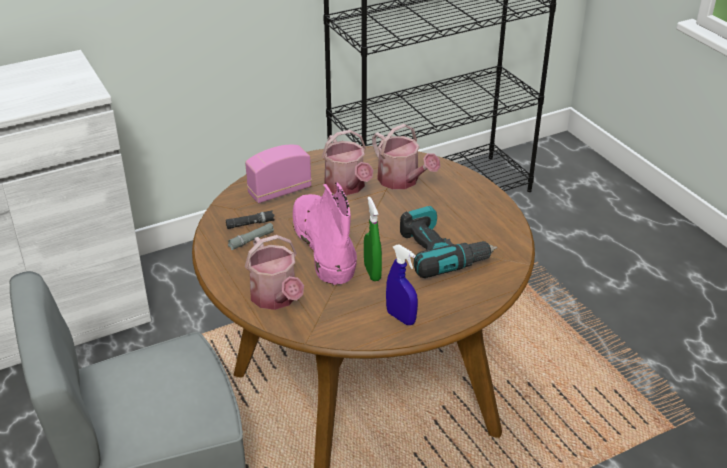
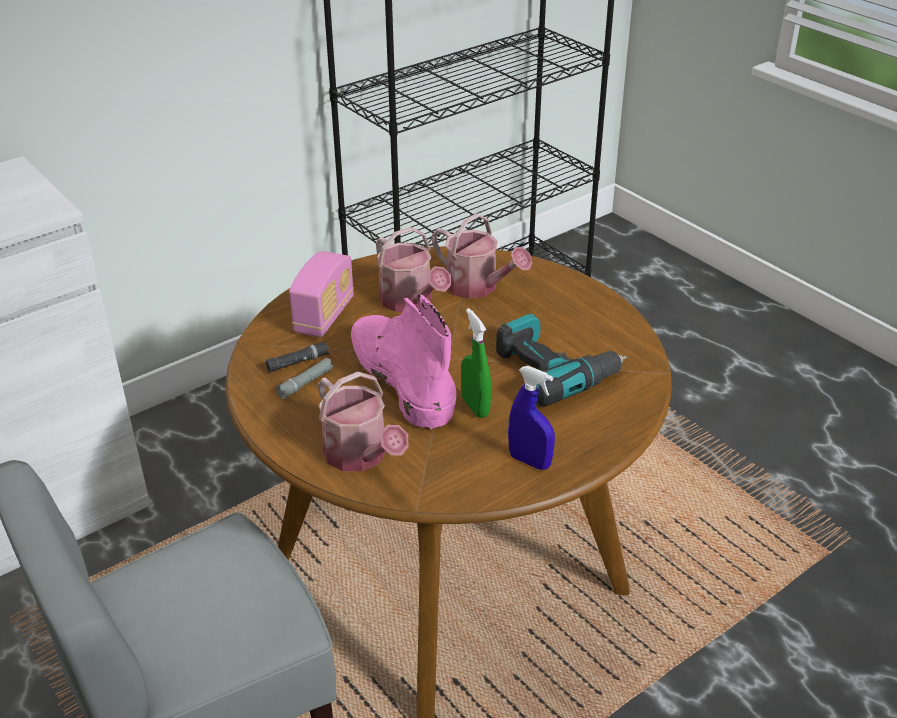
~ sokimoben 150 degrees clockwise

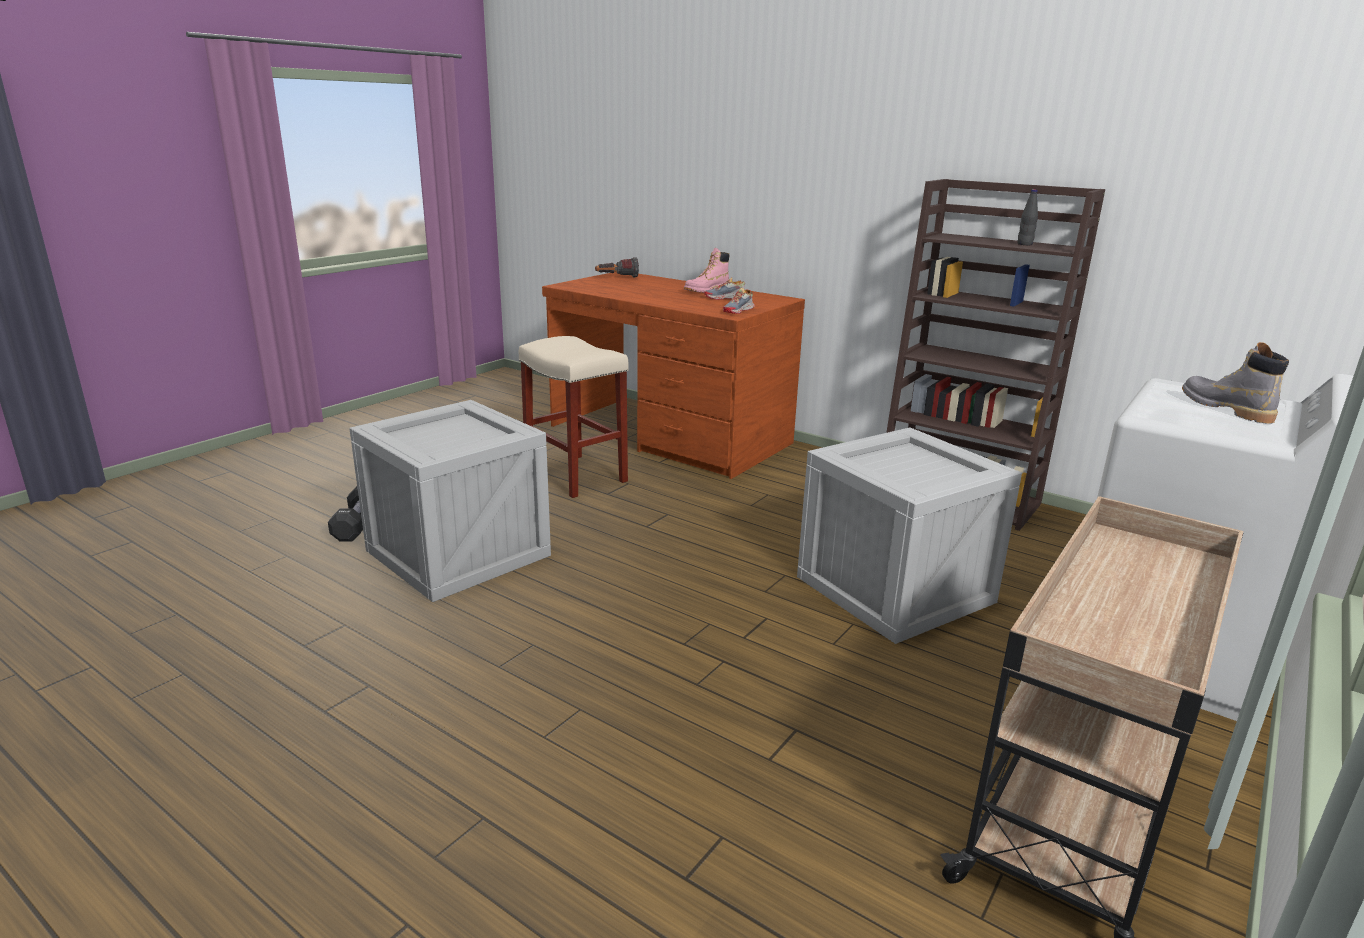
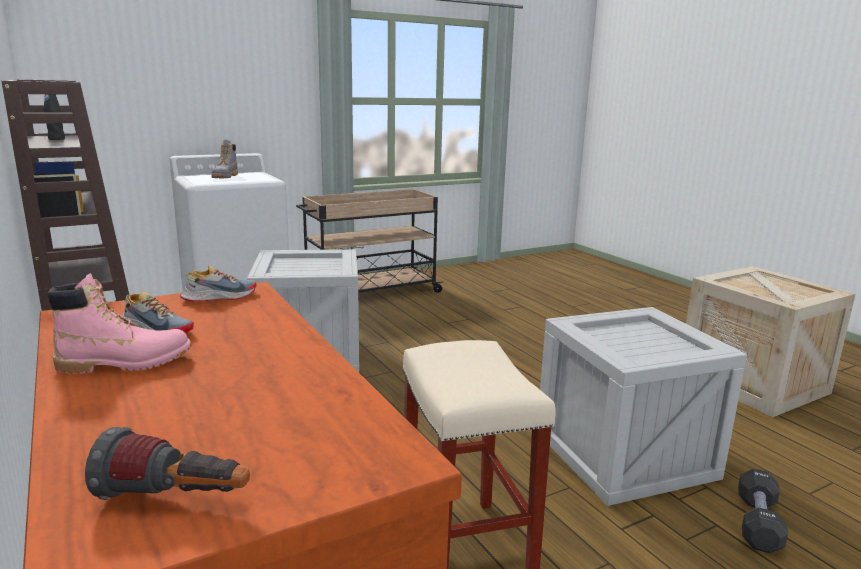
+ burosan (3rd from left)

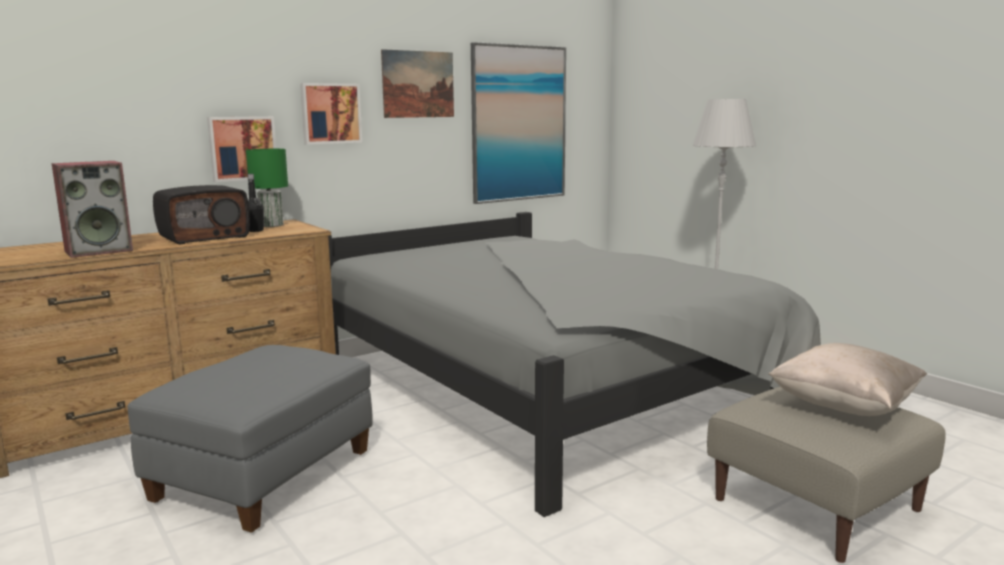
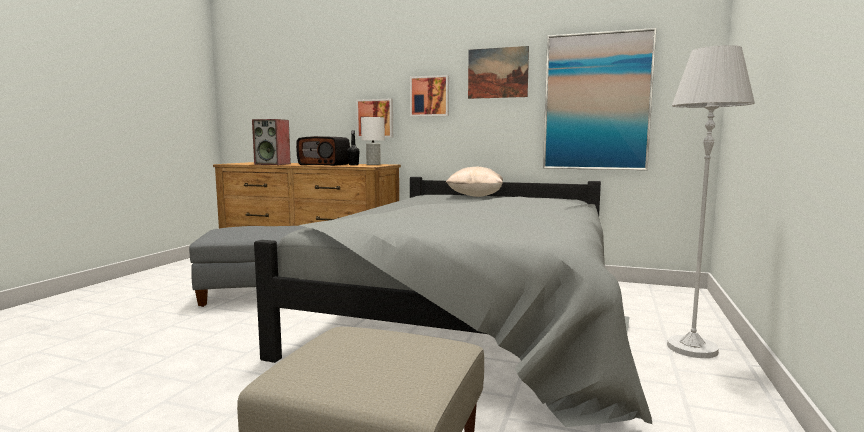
~ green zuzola to white zuzola
~ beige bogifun

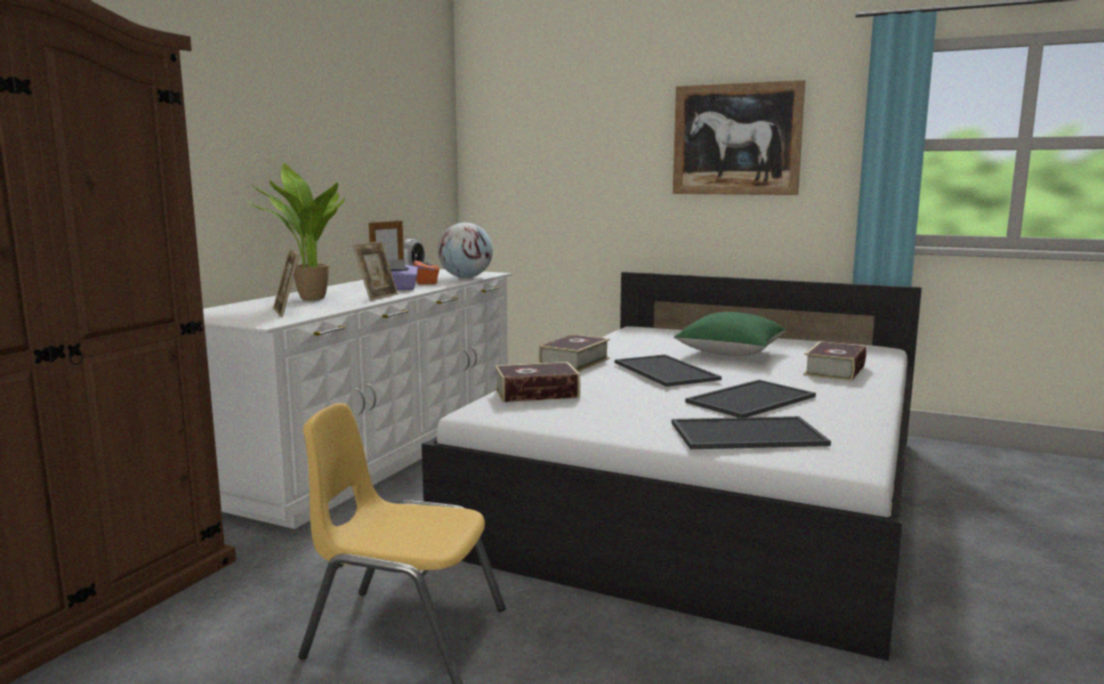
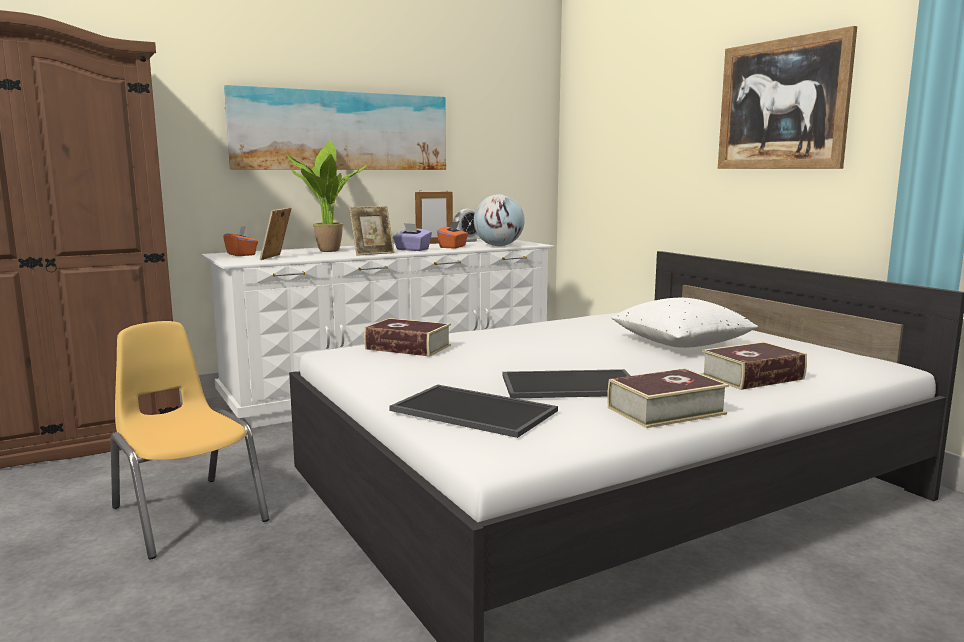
~ green bogifun to white bogifun
~ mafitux (2nd from left)
- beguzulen (1st from left)
+ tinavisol (1st from left)
+ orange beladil (1st from left)

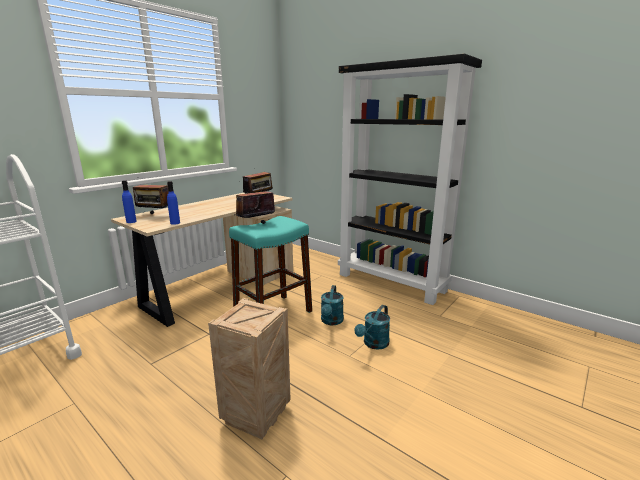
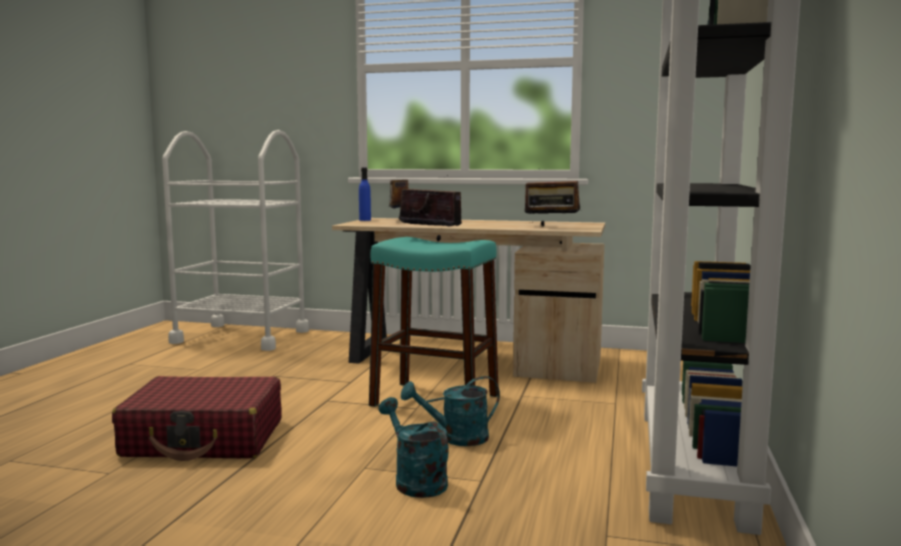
- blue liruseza (2nd from left)
~ burosan to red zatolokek
~ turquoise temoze (2nd from left in the first image) 45 degrees clockwise

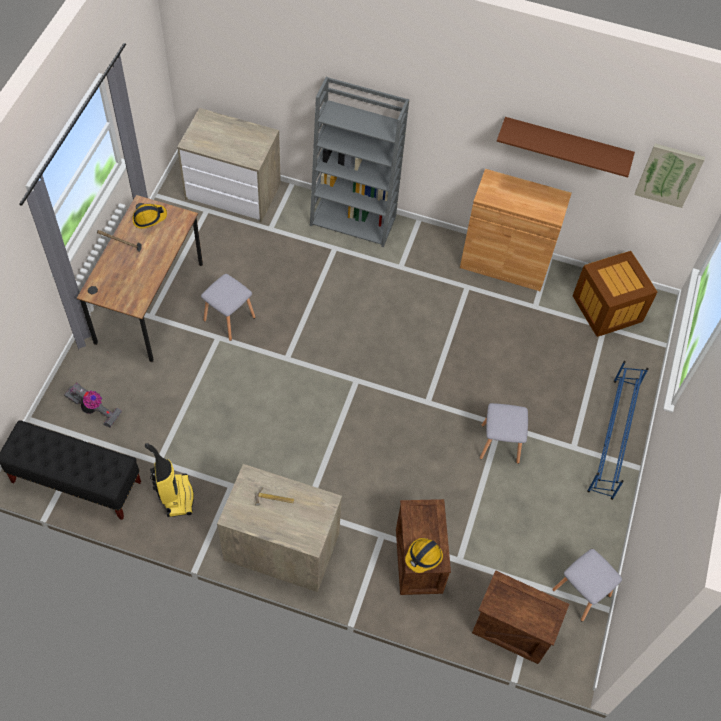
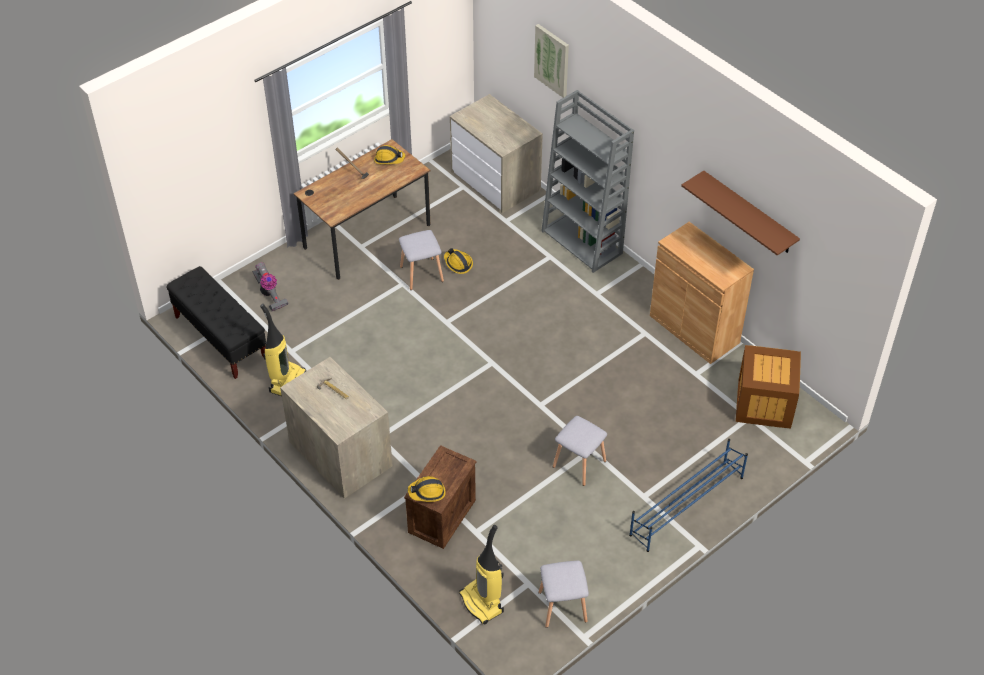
~ tinavisol
~ burosan (2nd from left) to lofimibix (3rd from left)
+ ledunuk (3rd from left)

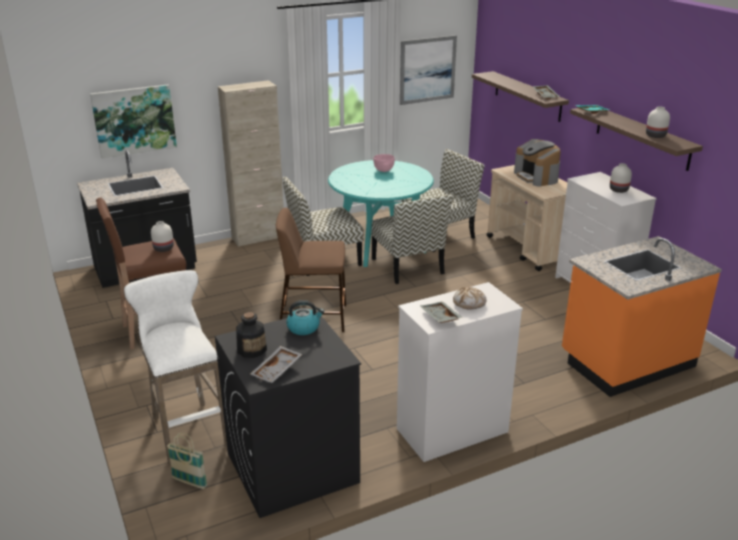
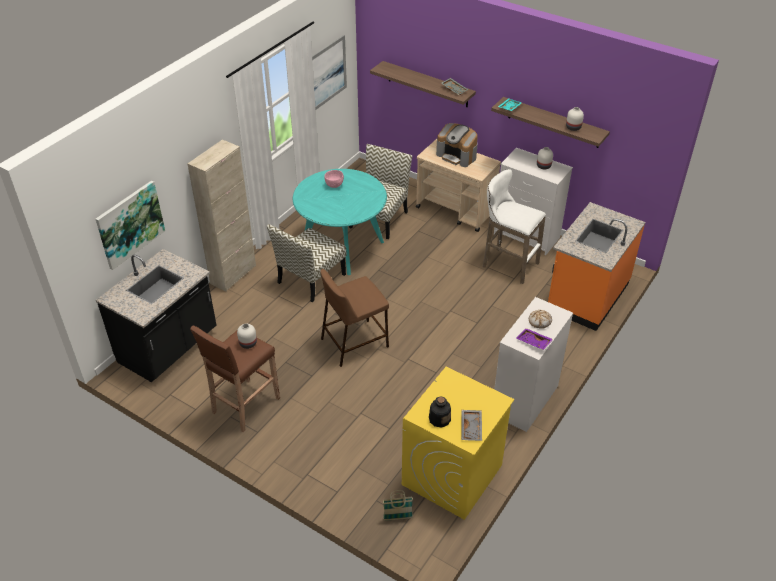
- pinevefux (2nd from left)
~ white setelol
- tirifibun
~ grey beguzulen (2nd from left) to purple beguzulen
~ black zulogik to yellow zulogik

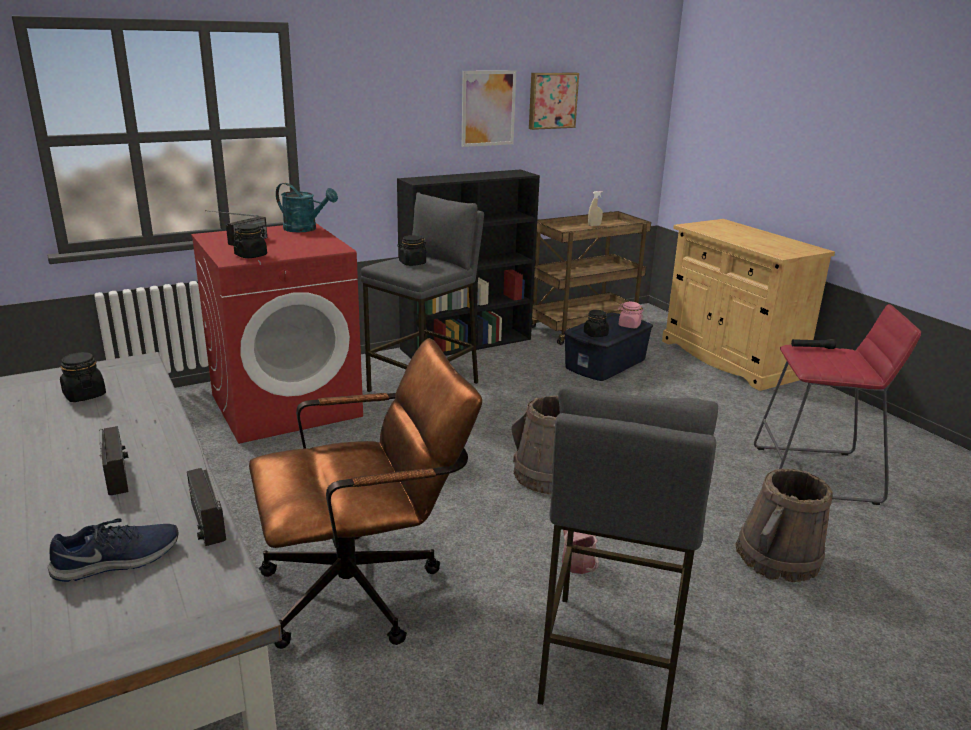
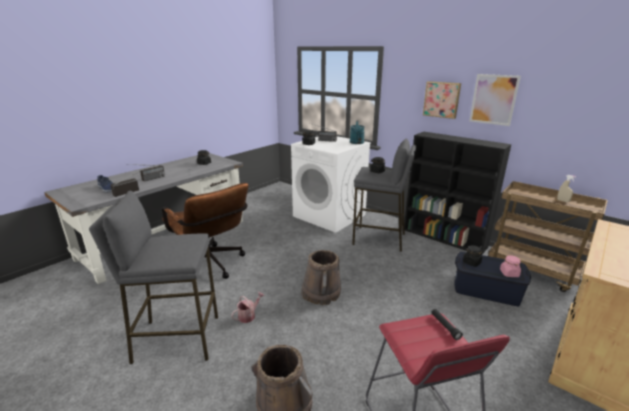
~ tinavisol (2nd from left in the first image) to tinavisol (1st from left)
~ red zulogik to white zulogik

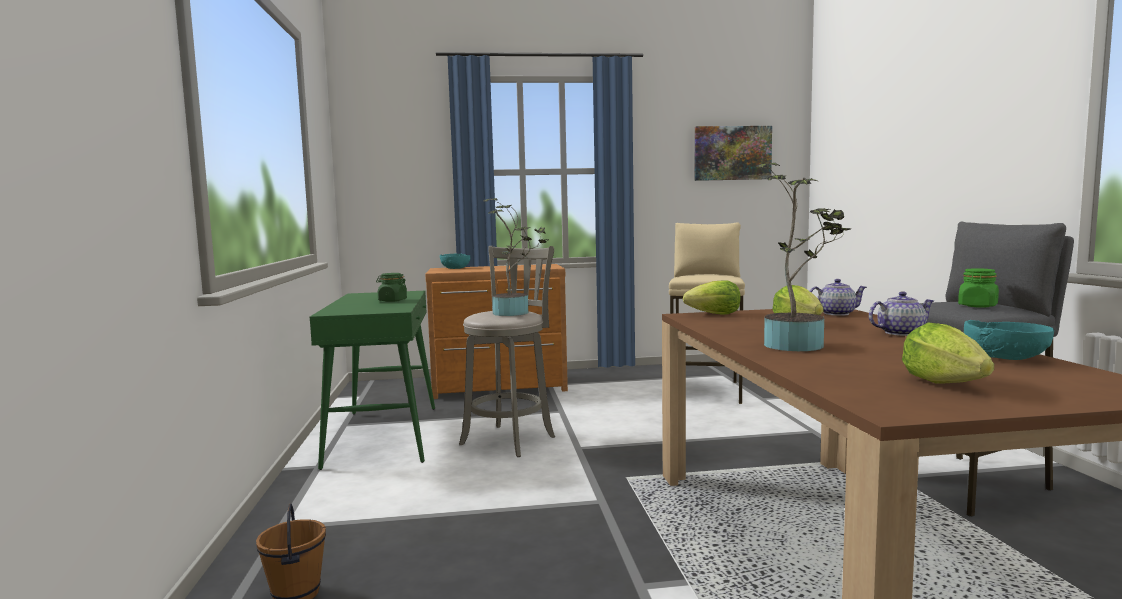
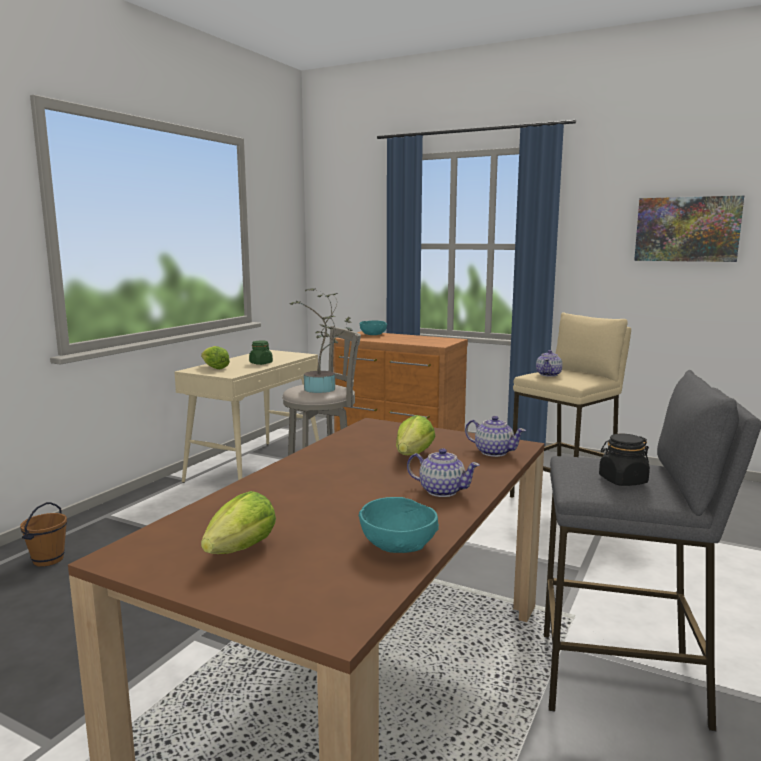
- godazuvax (2nd from left)
~ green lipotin (2nd from left) to black lipotin
~ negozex (1st from left)
~ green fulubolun to beige fulubolun
+ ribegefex (3rd from left)

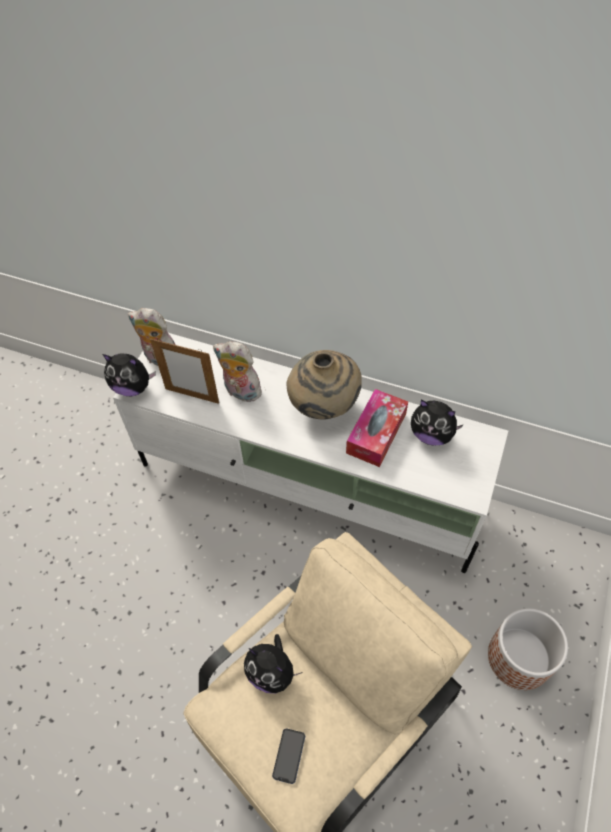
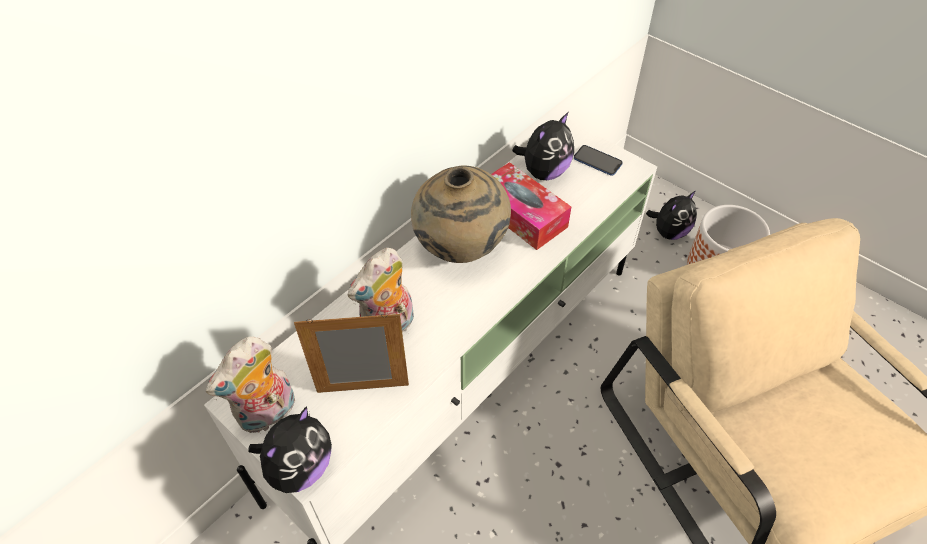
~ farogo 135 degrees counterclockwise
~ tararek (4th from left in the first image) to tararek (5th from left)
~ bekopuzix

